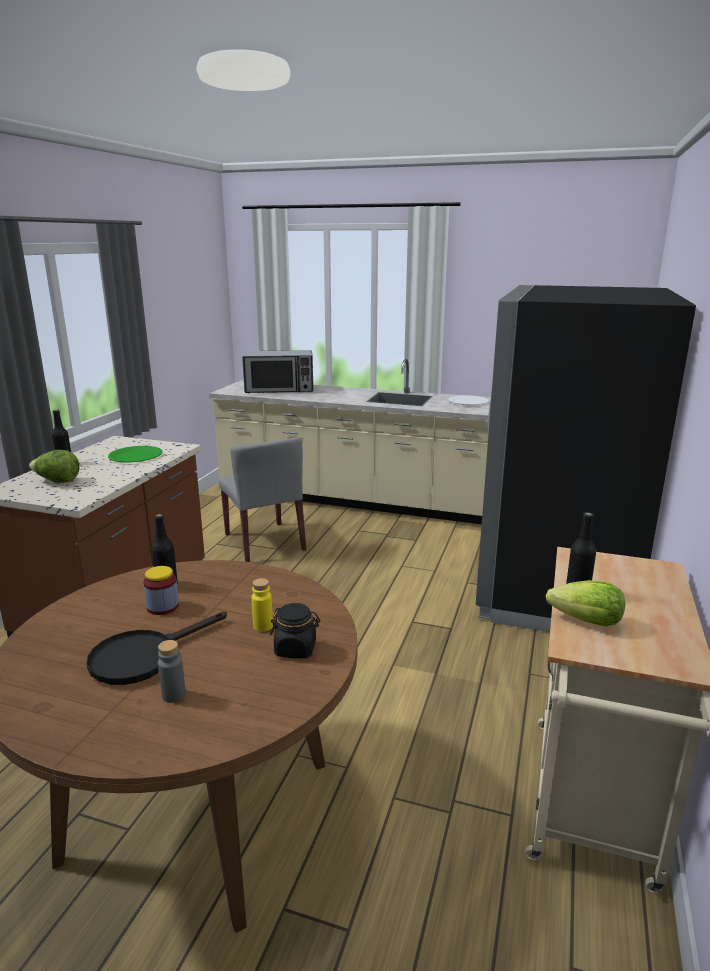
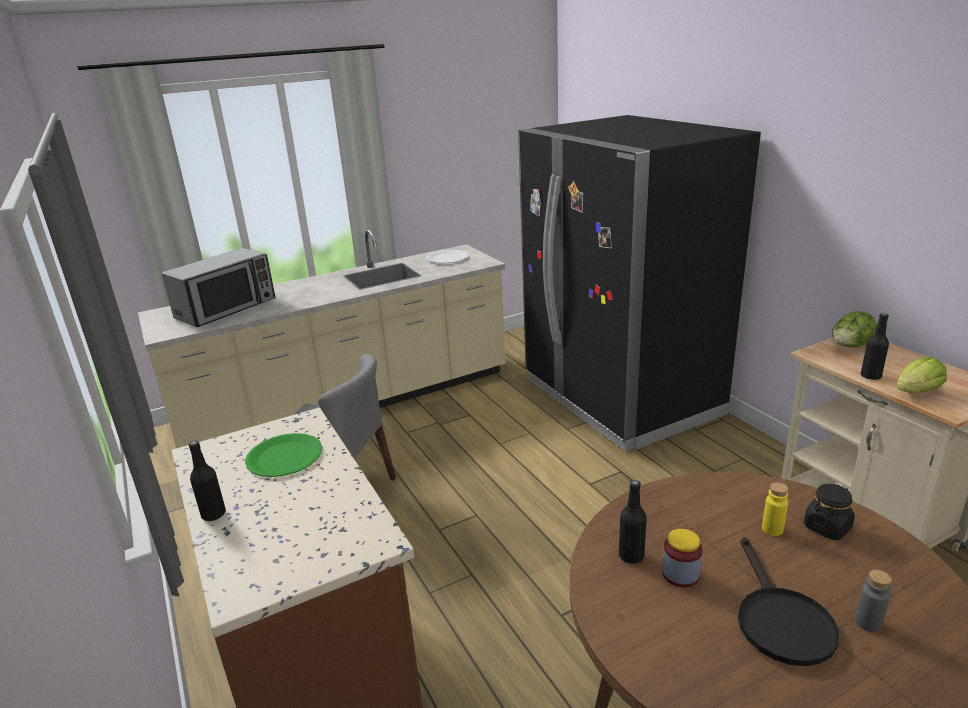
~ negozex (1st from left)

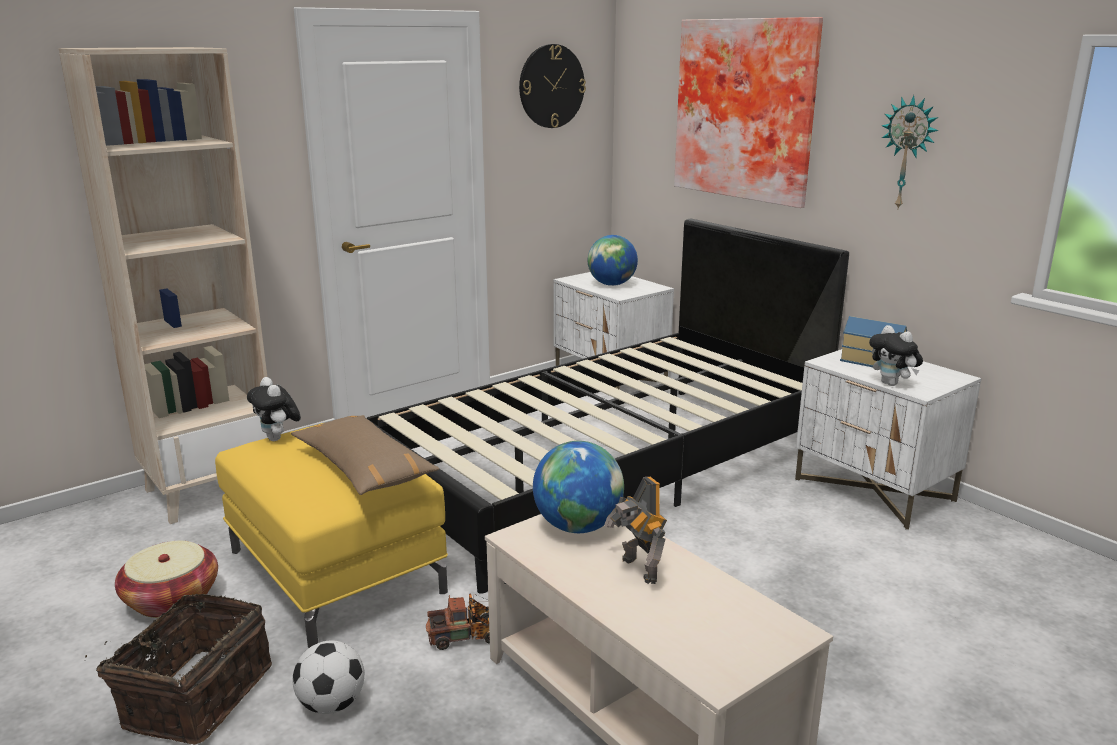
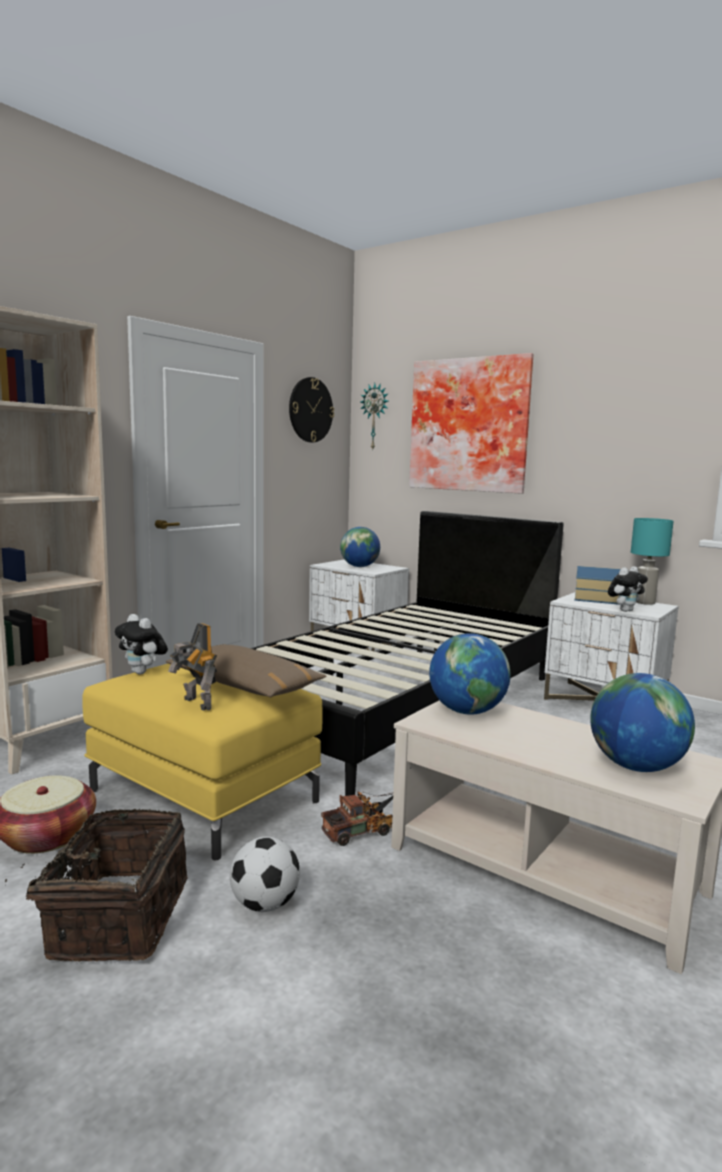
~ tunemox (2nd from left)
~ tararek (2nd from left) 75 degrees counterclockwise
~ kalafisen
+ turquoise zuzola
+ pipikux (3rd from left)

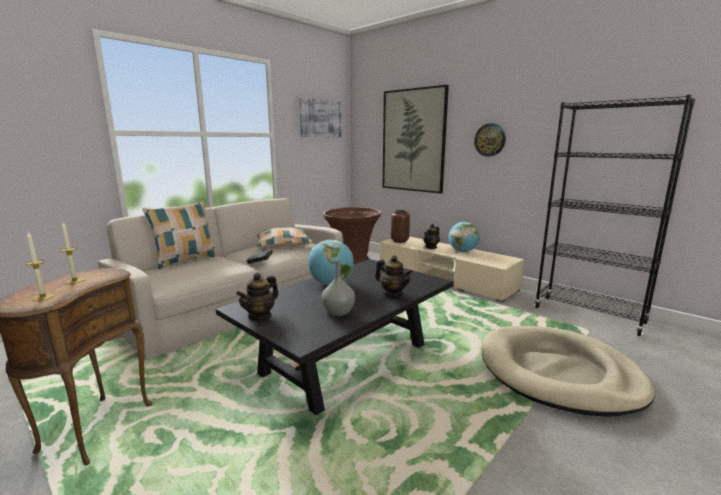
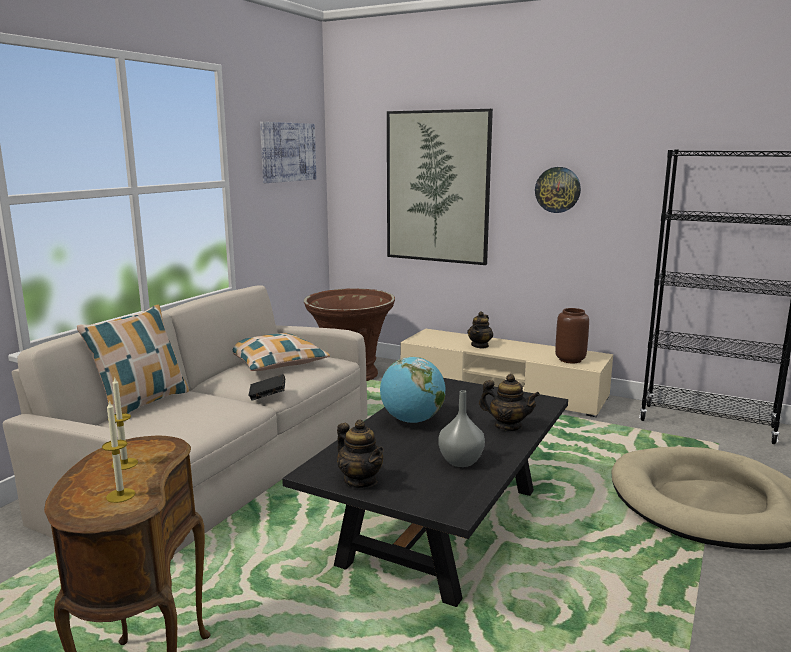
~ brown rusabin
- pipikux (2nd from left)
~ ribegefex (1st from left) 60 degrees counterclockwise

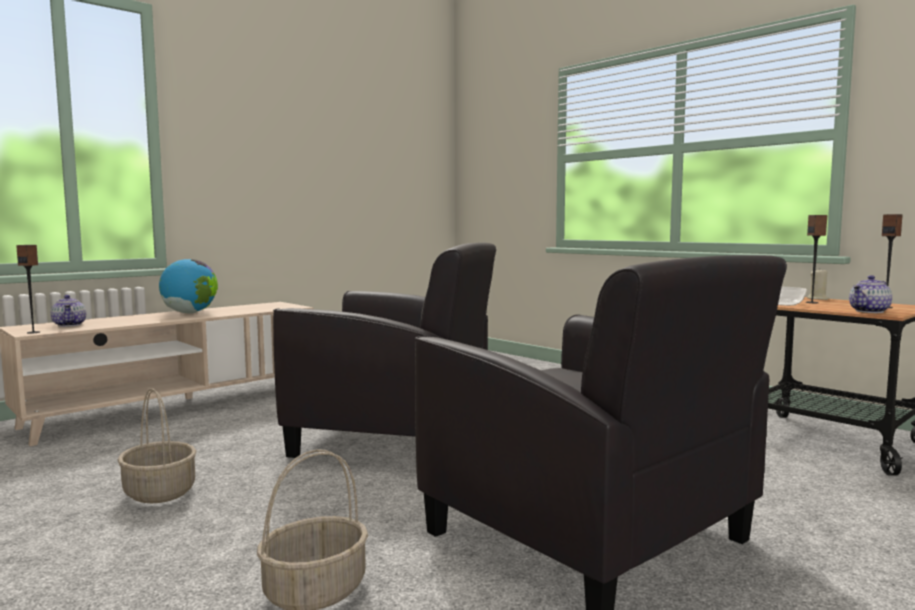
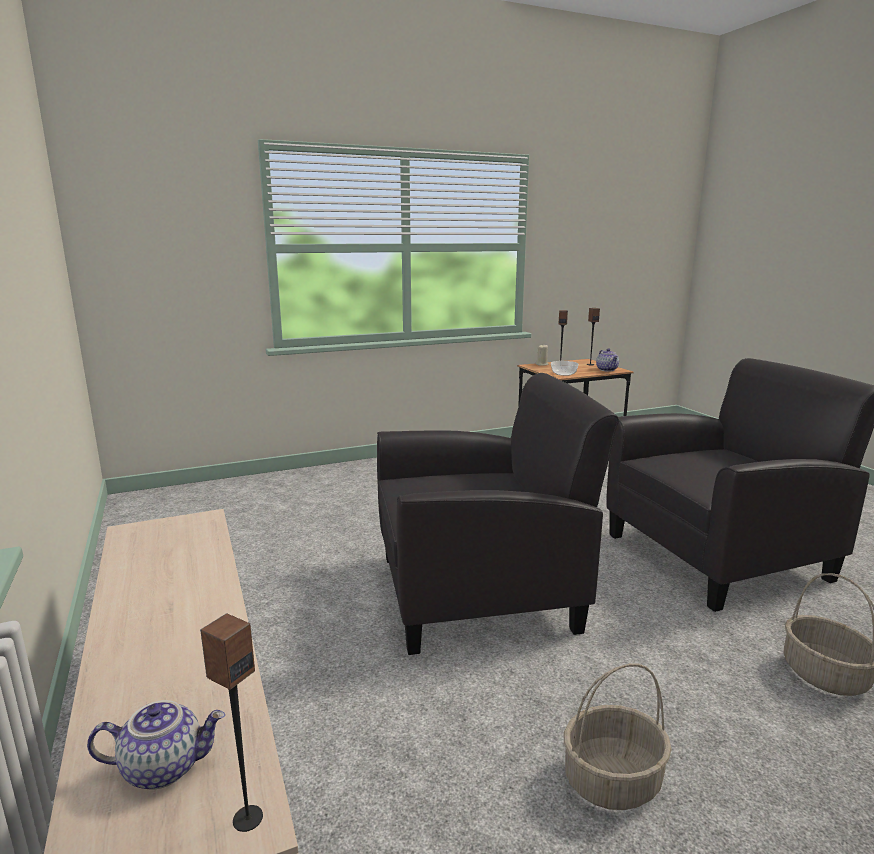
~ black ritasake (1st from left) 45 degrees clockwise
- pipikux

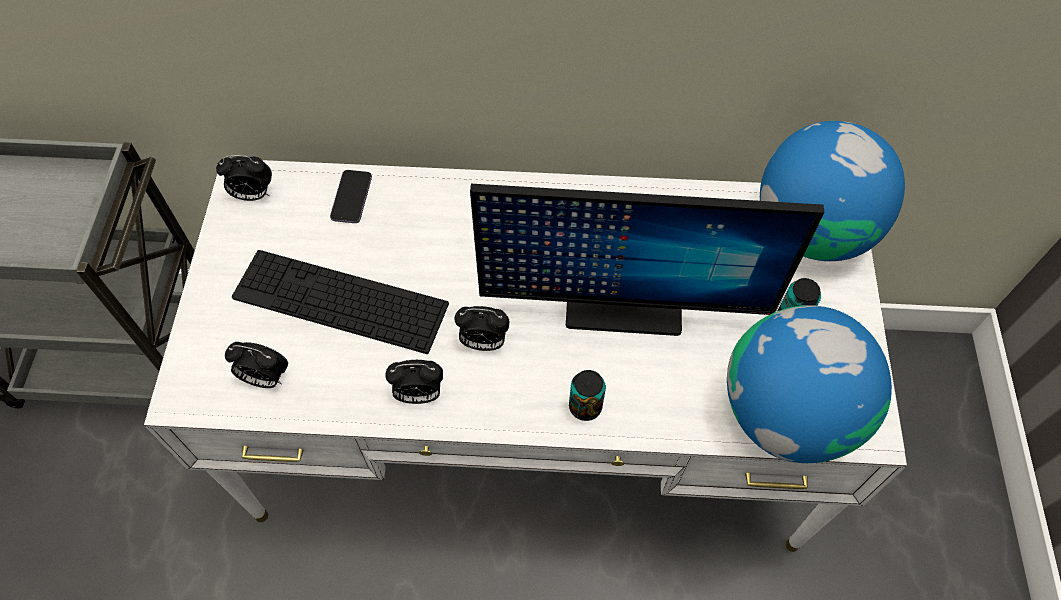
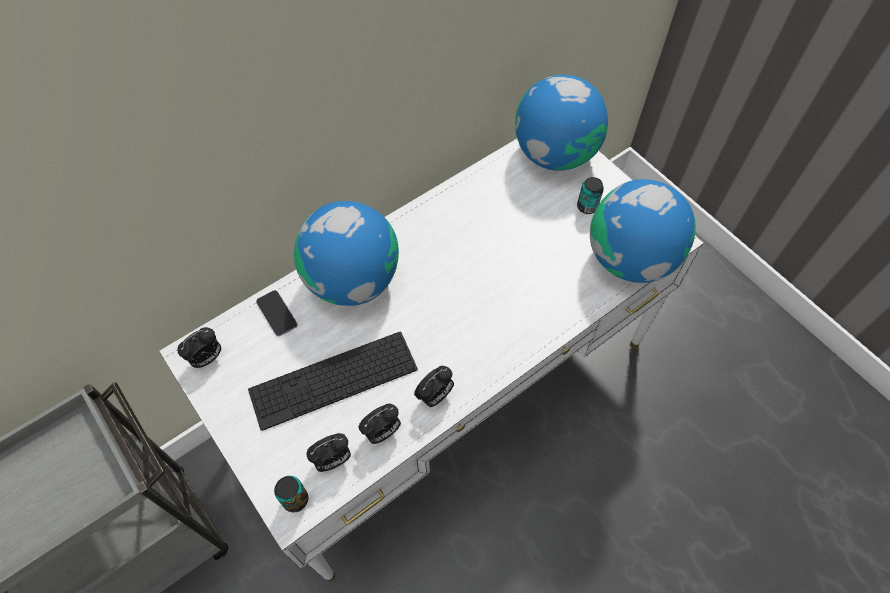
- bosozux
~ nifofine (4th from left in the first image) to nifofine (3rd from left)
~ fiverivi (1st from left)
+ pipikux (1st from left)

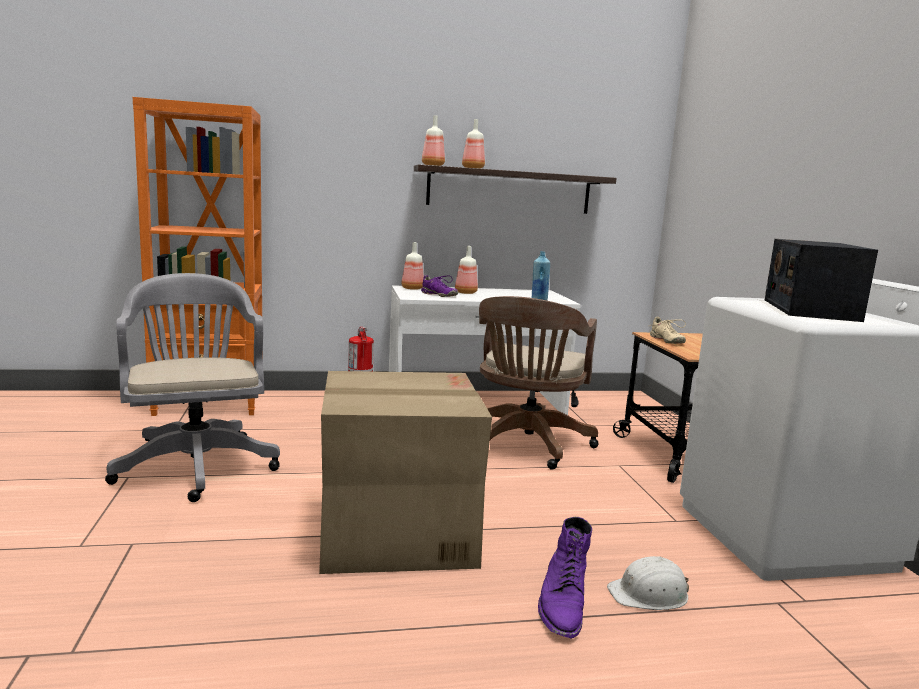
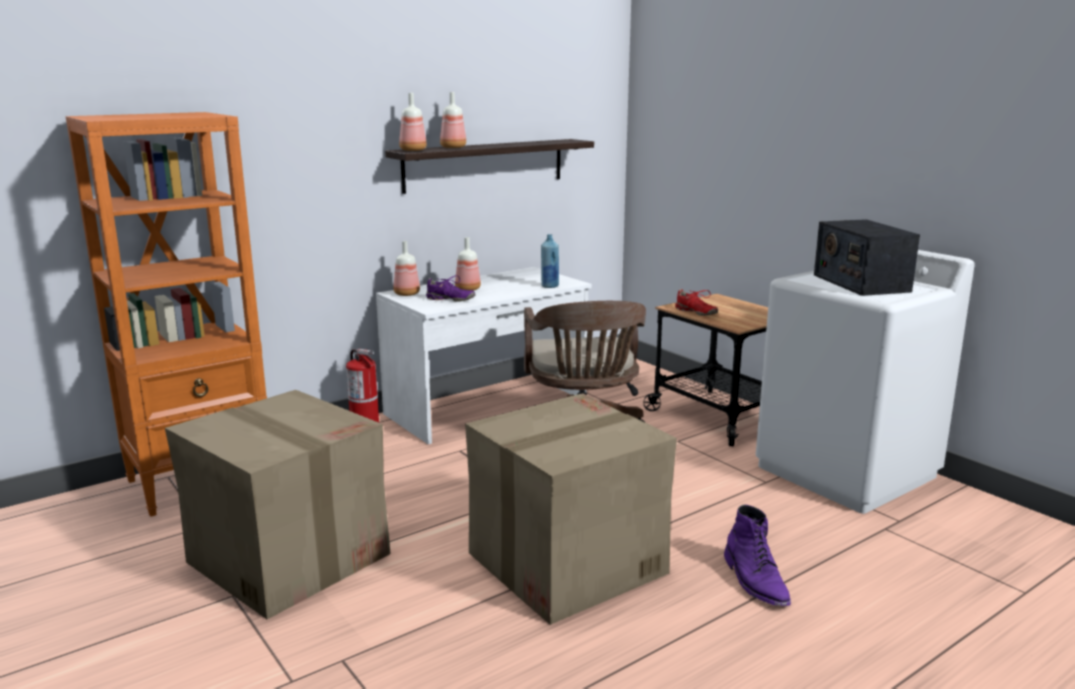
~ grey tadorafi to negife (1st from left)
~ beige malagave to red malagave
- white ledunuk

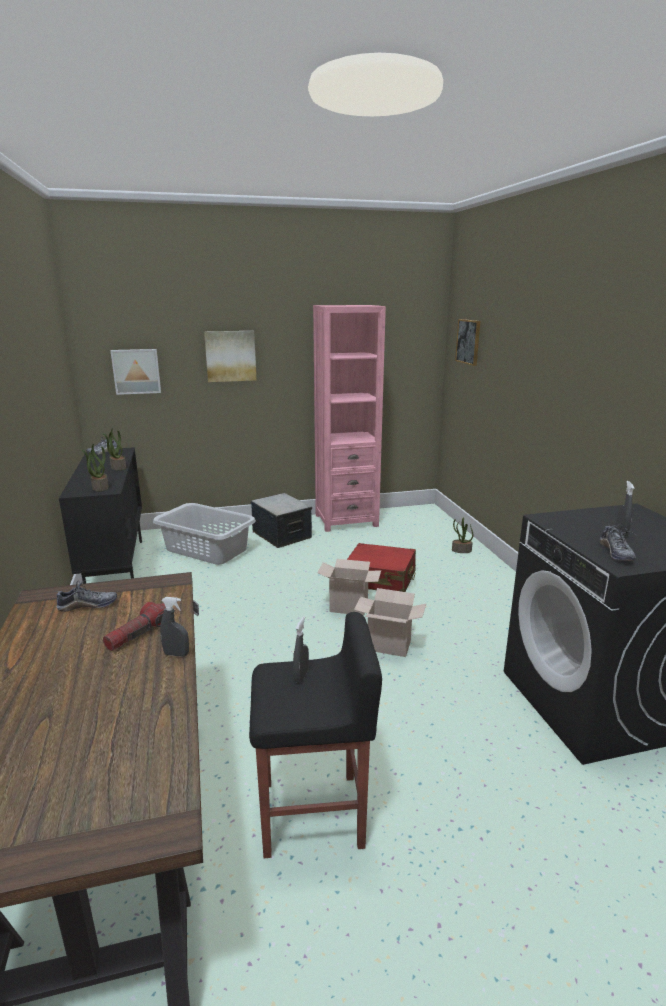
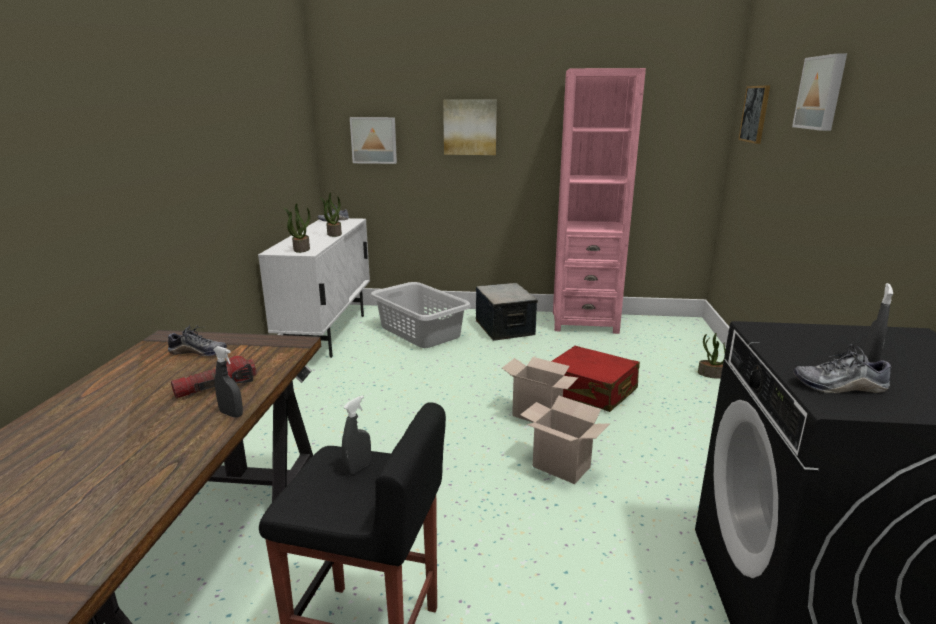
~ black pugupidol to white pugupidol
~ malagave (3rd from left) 75 degrees clockwise
+ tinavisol (4th from left)

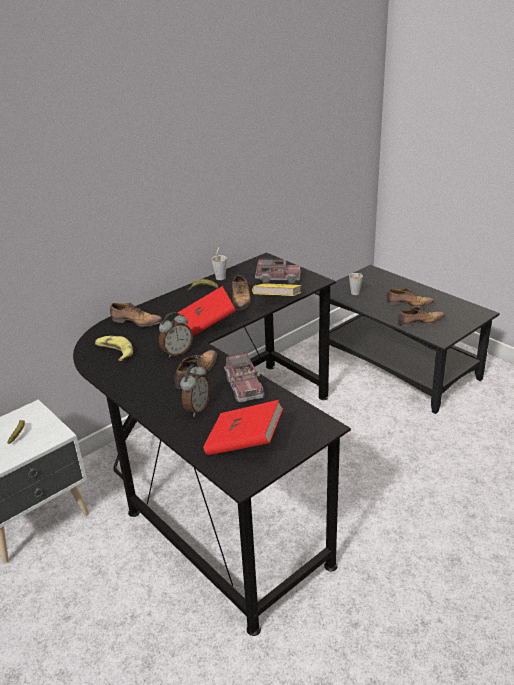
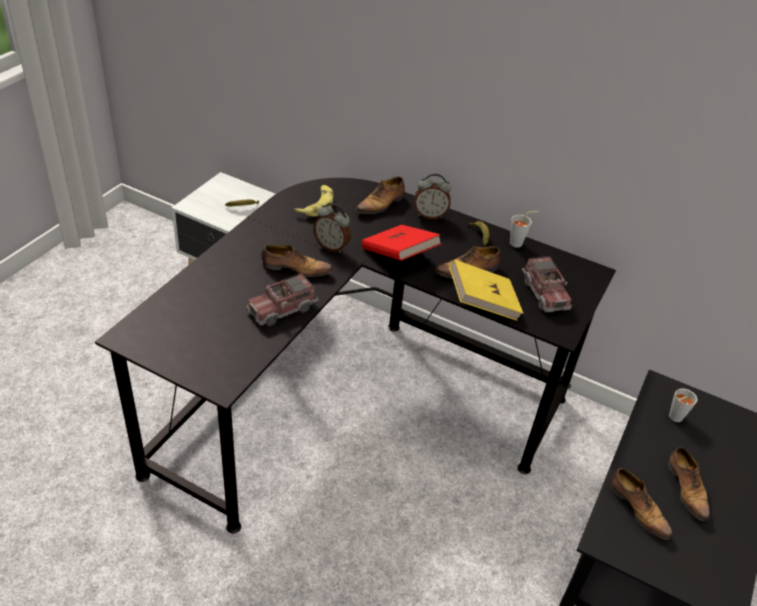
~ malagave (1st from left in the first image) 45 degrees clockwise
~ nifofine (2nd from left)
- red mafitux (2nd from left)

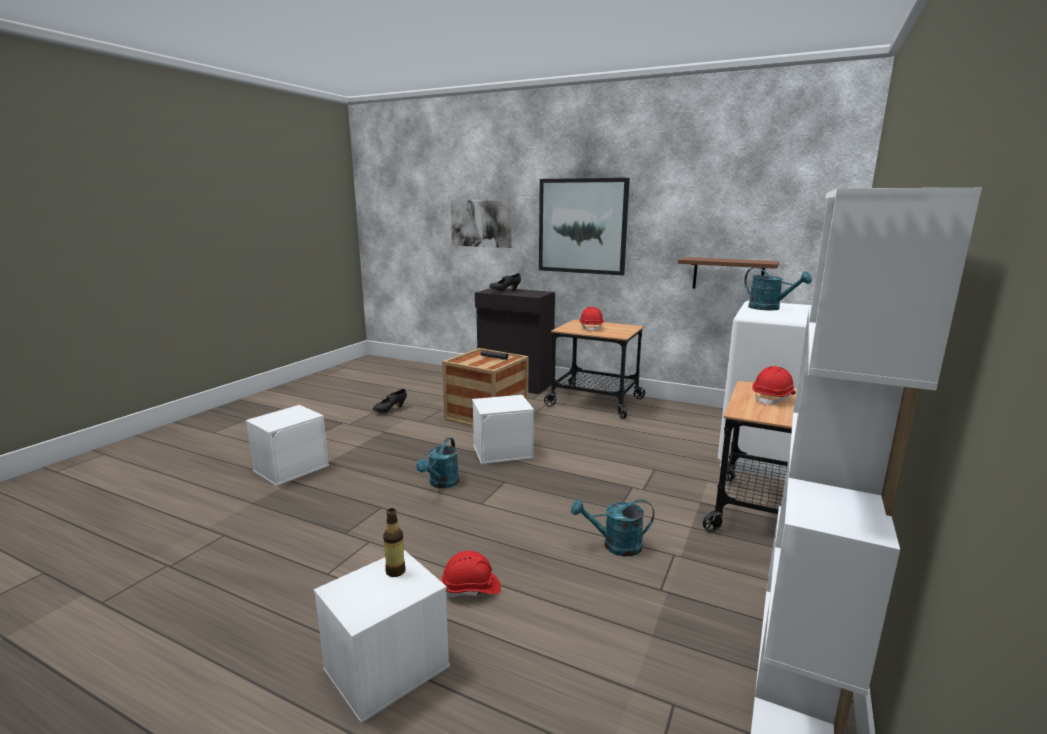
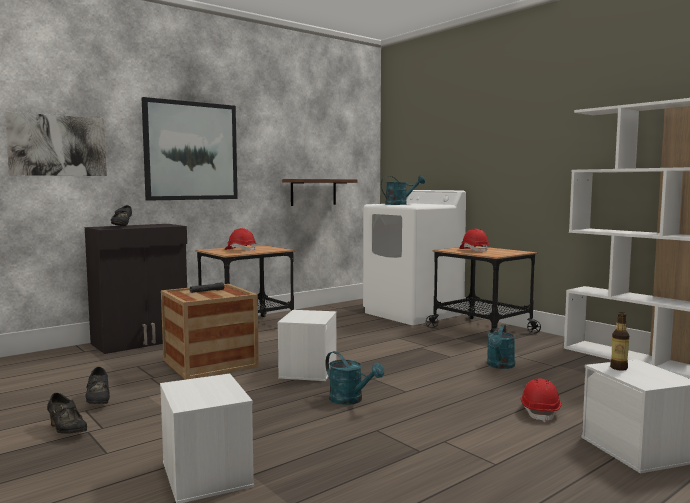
+ black malagave (1st from left)

